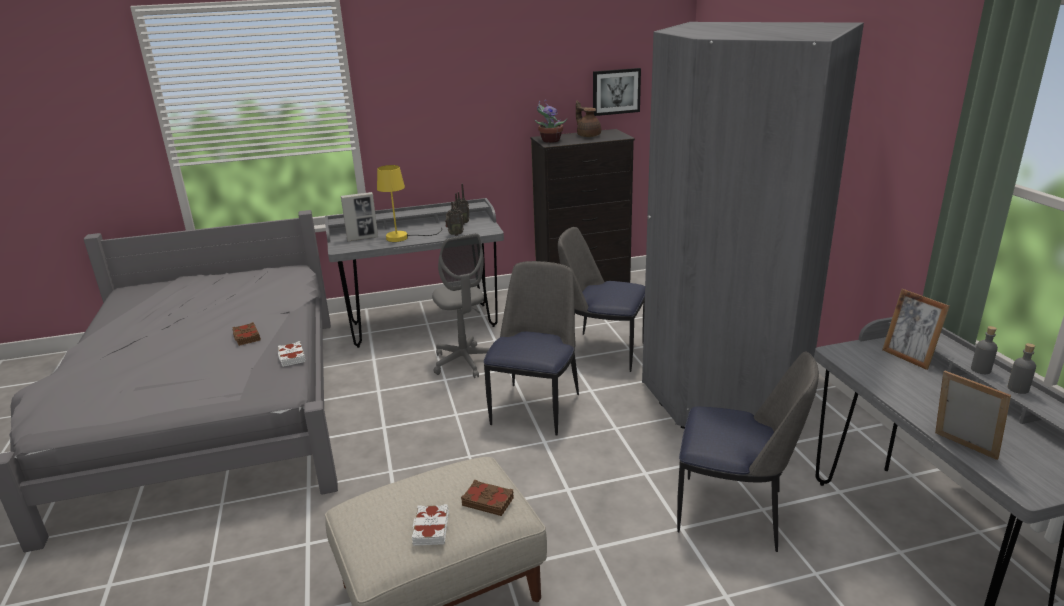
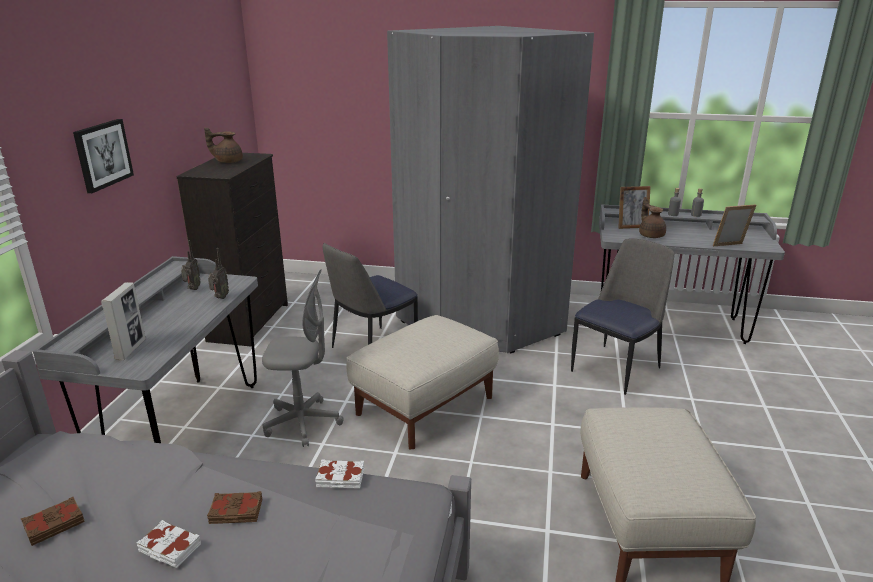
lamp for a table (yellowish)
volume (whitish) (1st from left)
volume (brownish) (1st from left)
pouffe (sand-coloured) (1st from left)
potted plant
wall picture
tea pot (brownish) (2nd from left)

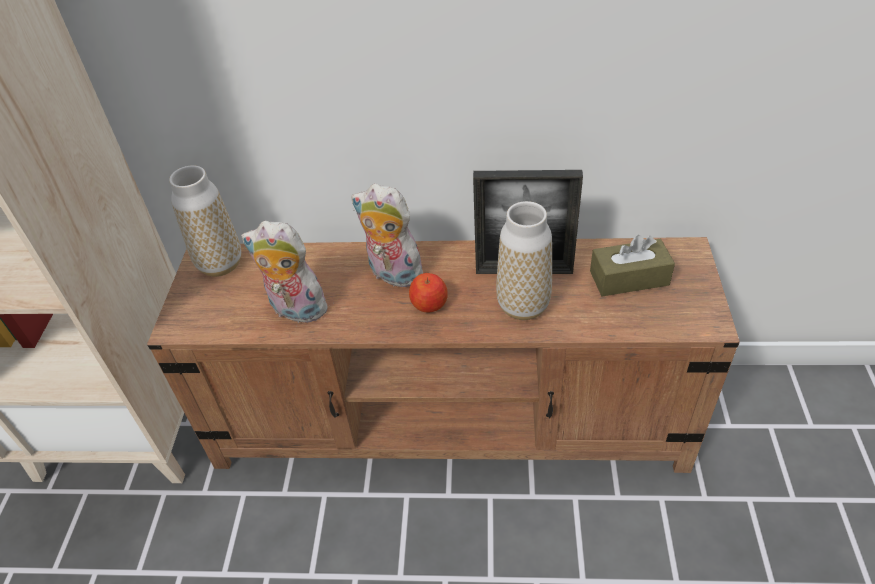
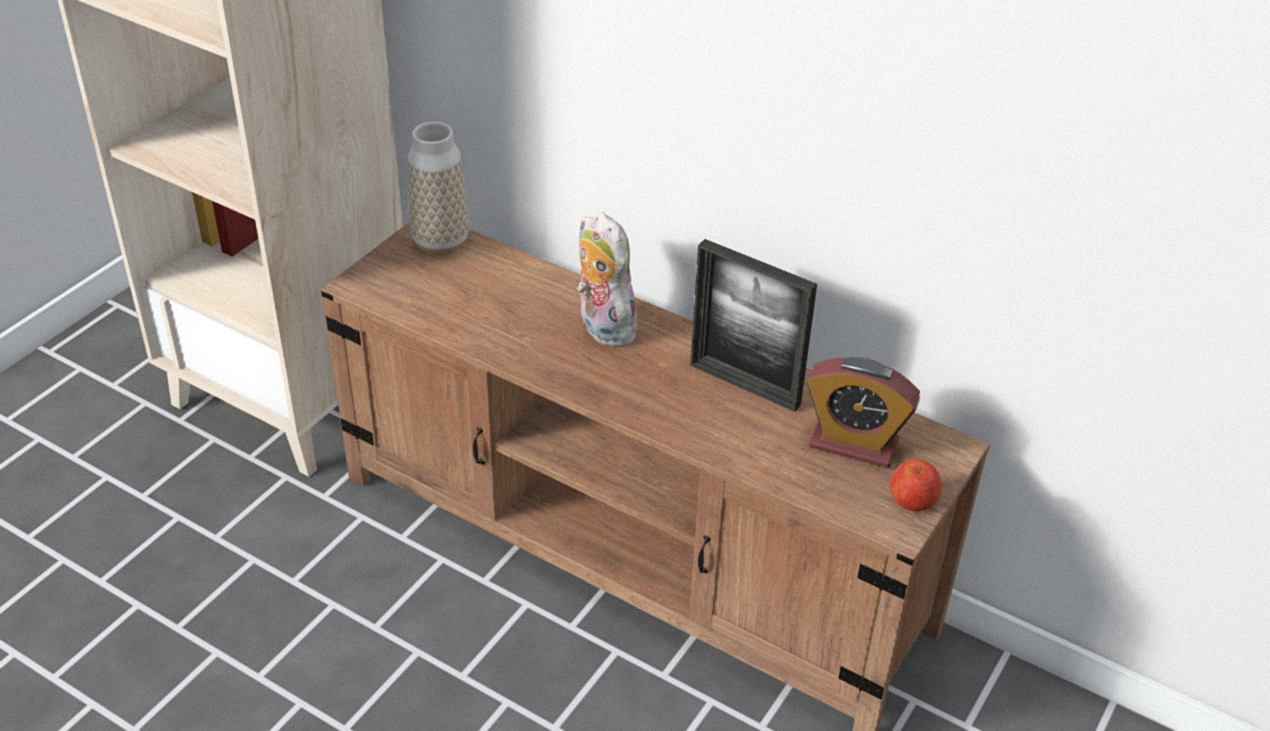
plush toy (1st from left in the first image)
apple fruit
vase (2nd from left in the first image)
table clock

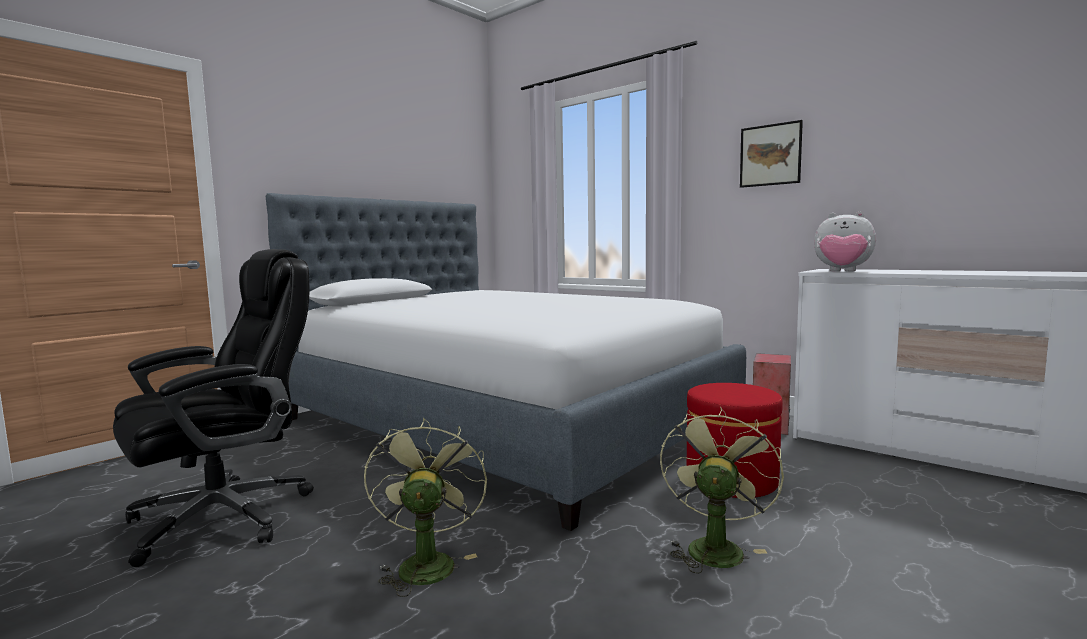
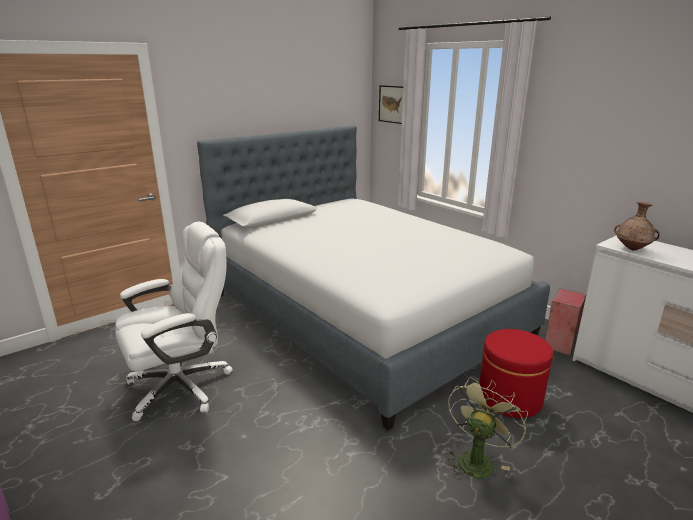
computer chair (whitish)
fan (greenish) (1st from left in the first image)
wall picture
vase (brownish)

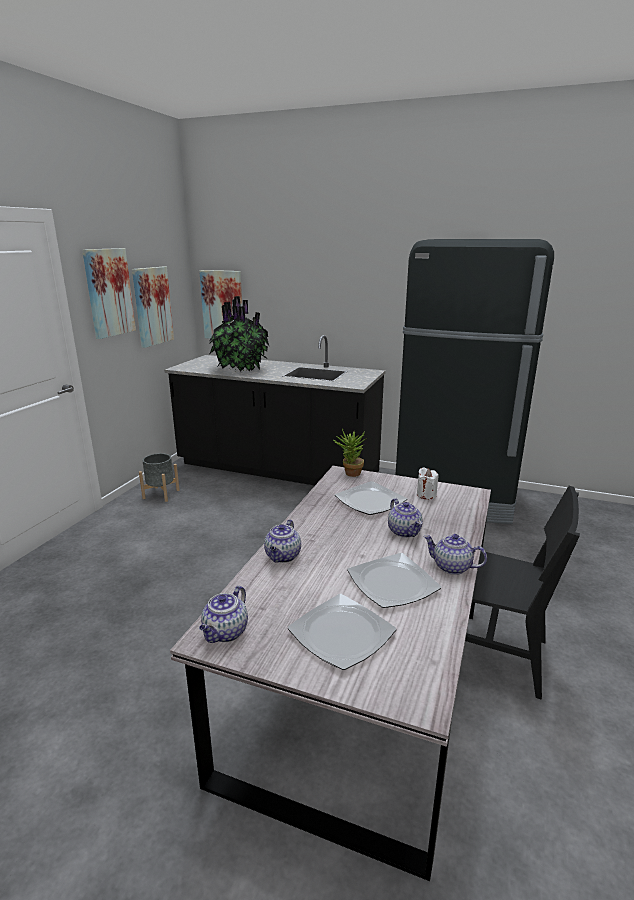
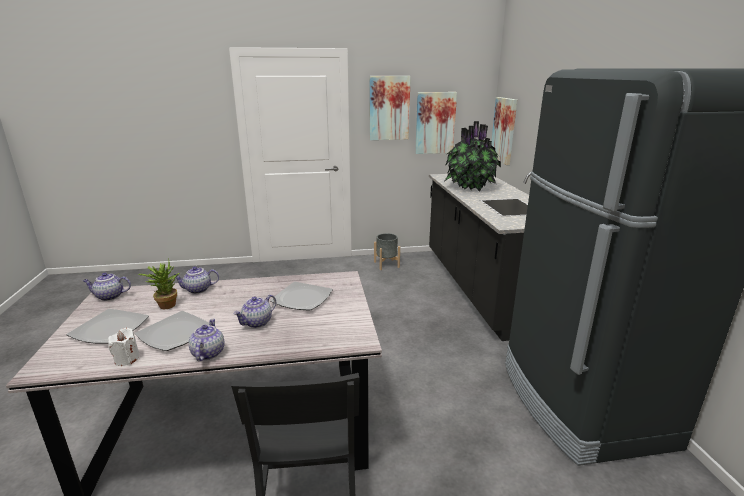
potted plant (1st from left)
wax candle (whitish)

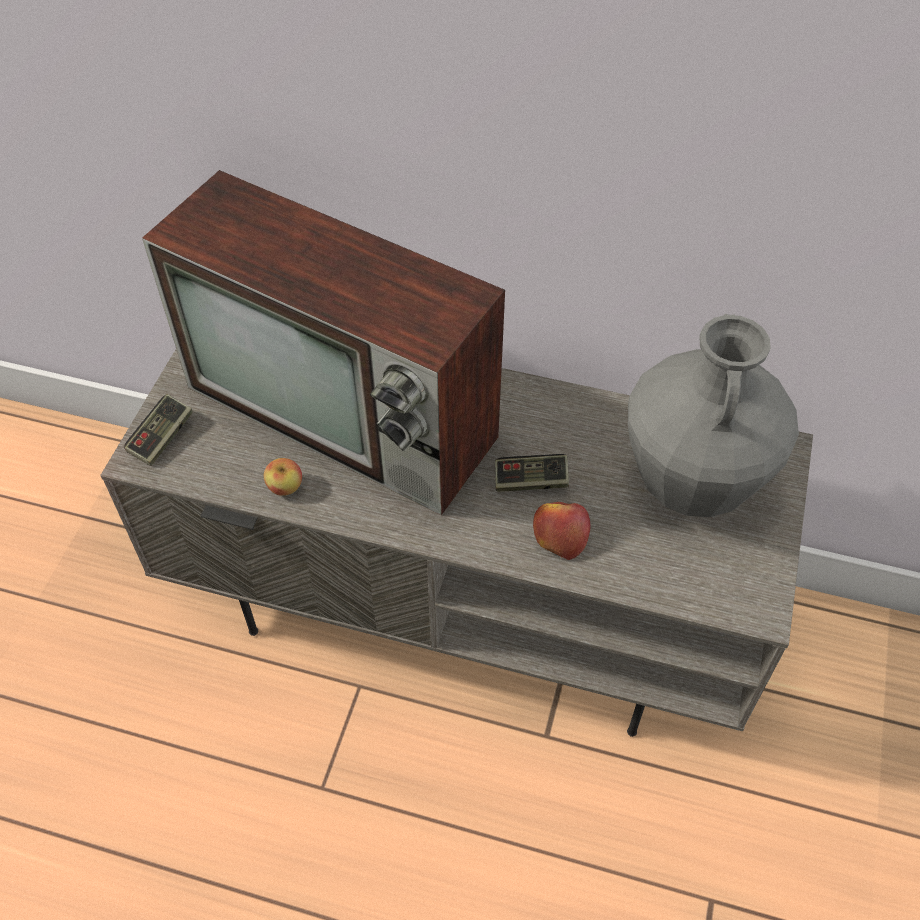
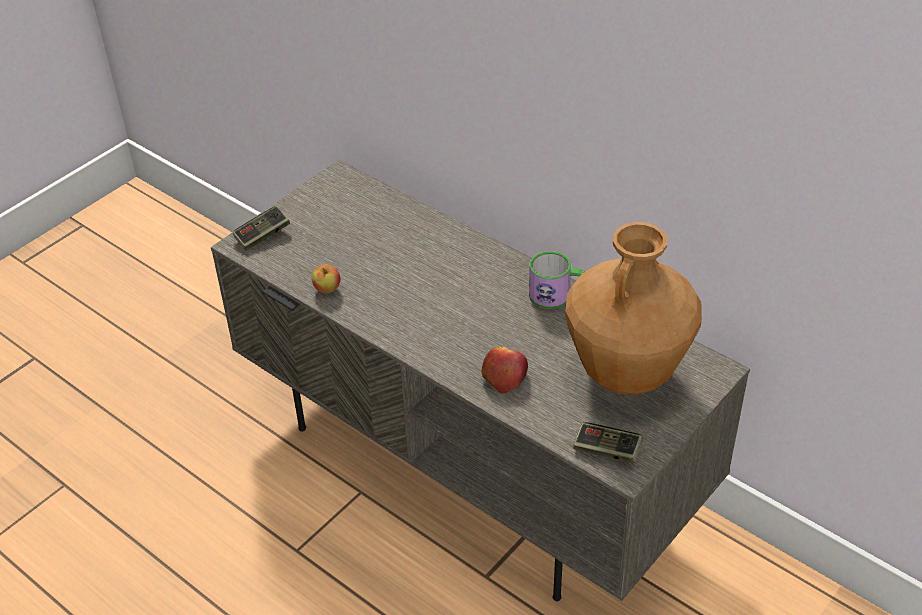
television
gamepad (2nd from left)
vase (brownish)
coffee mug

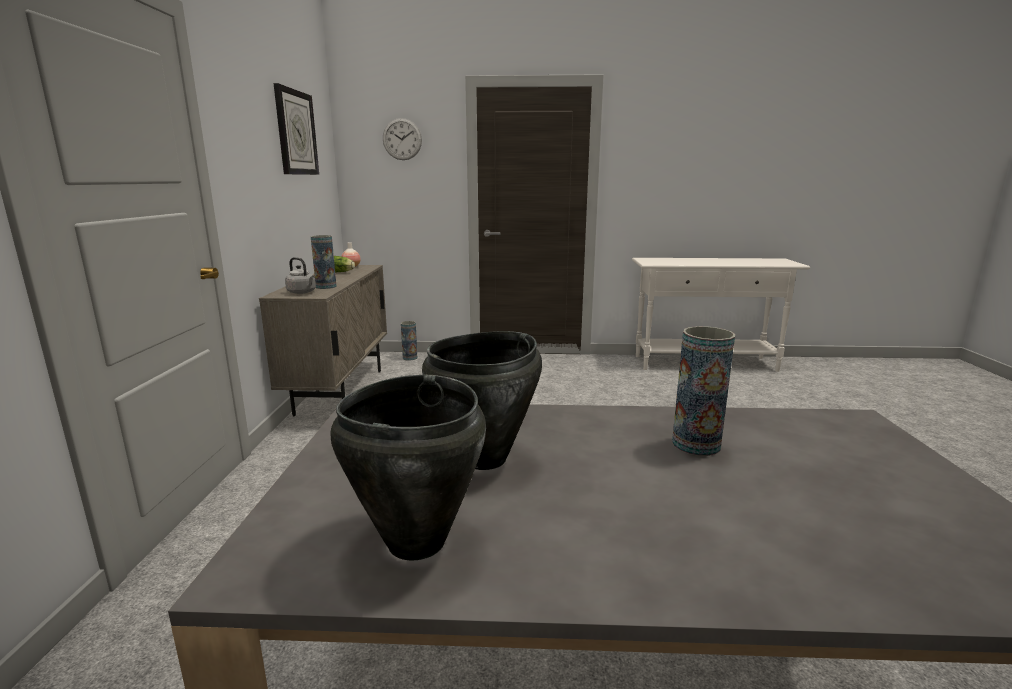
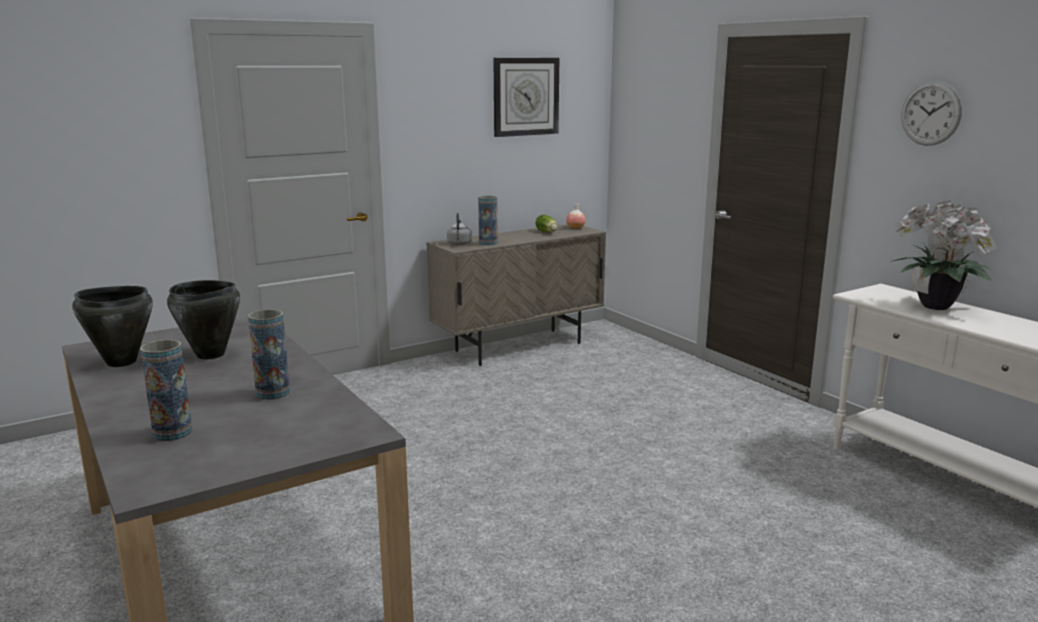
wall clock (2nd from left)
vase (1st from left)
potted plant

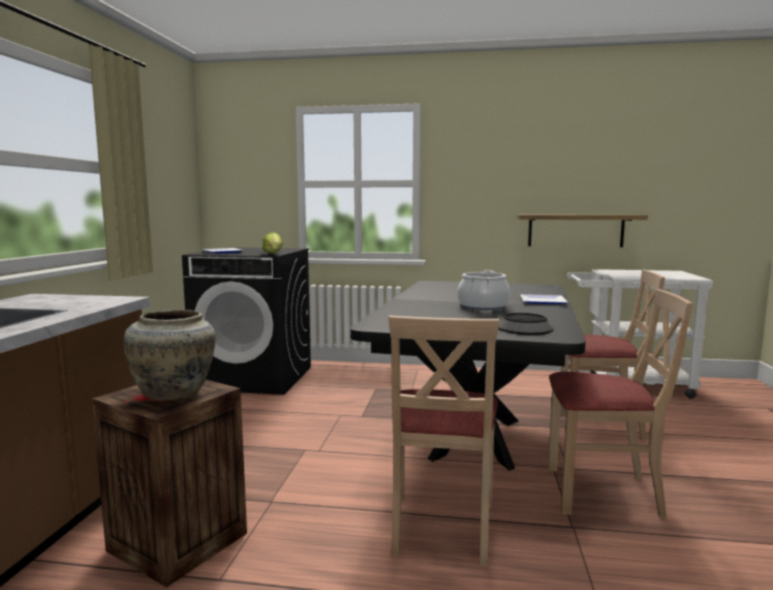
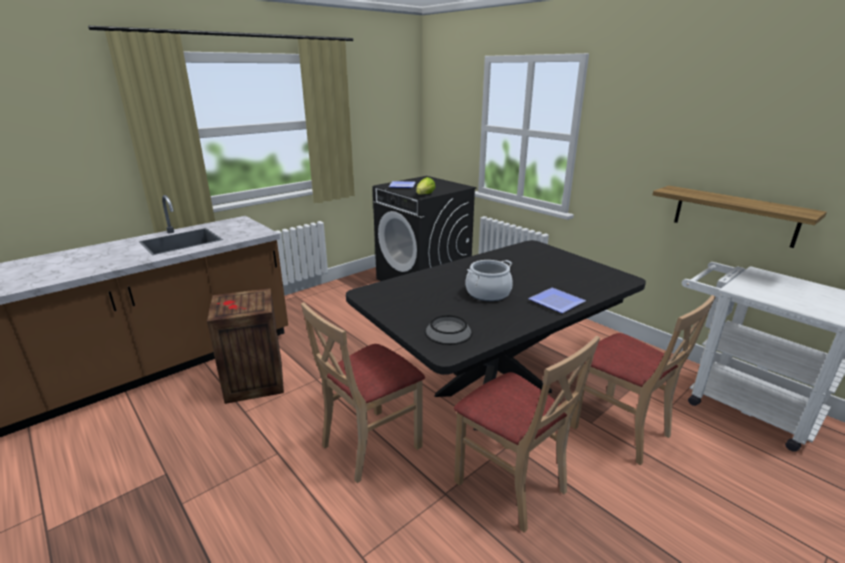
vase (sand-coloured)

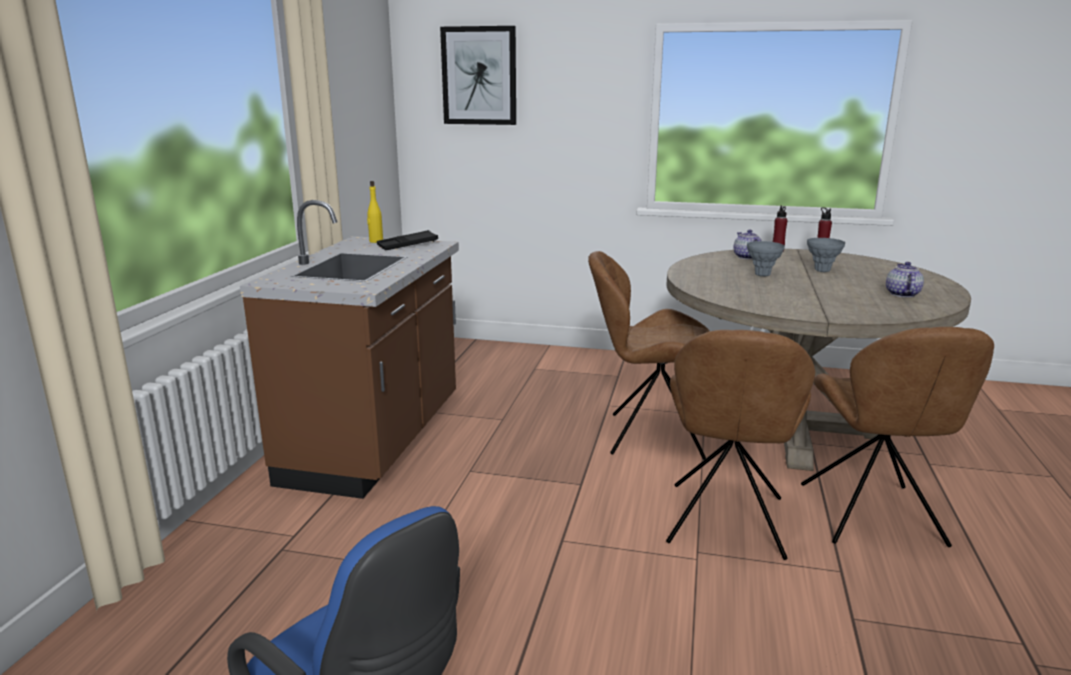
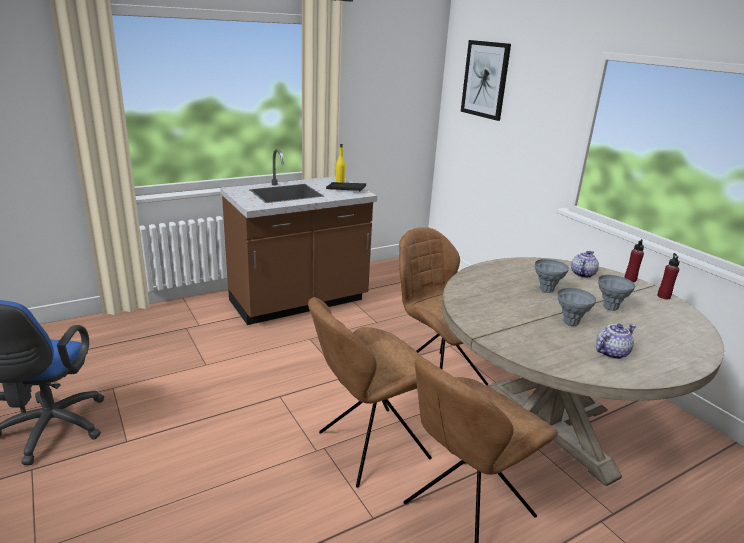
vase (gray) (2nd from left)

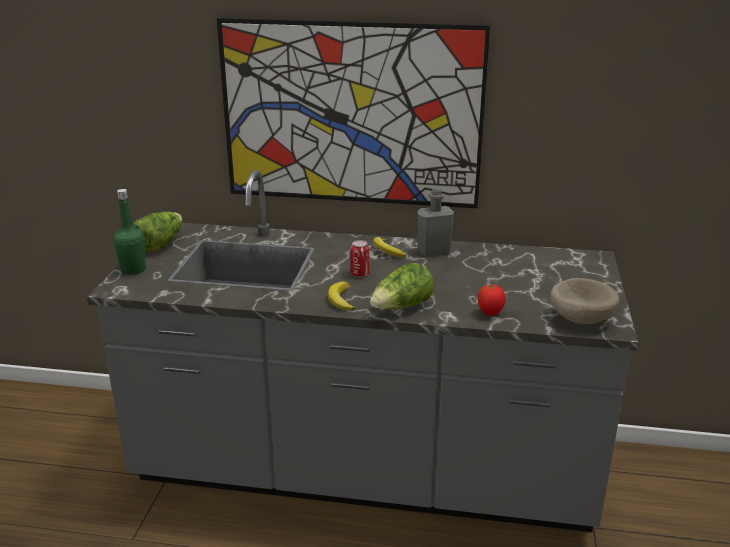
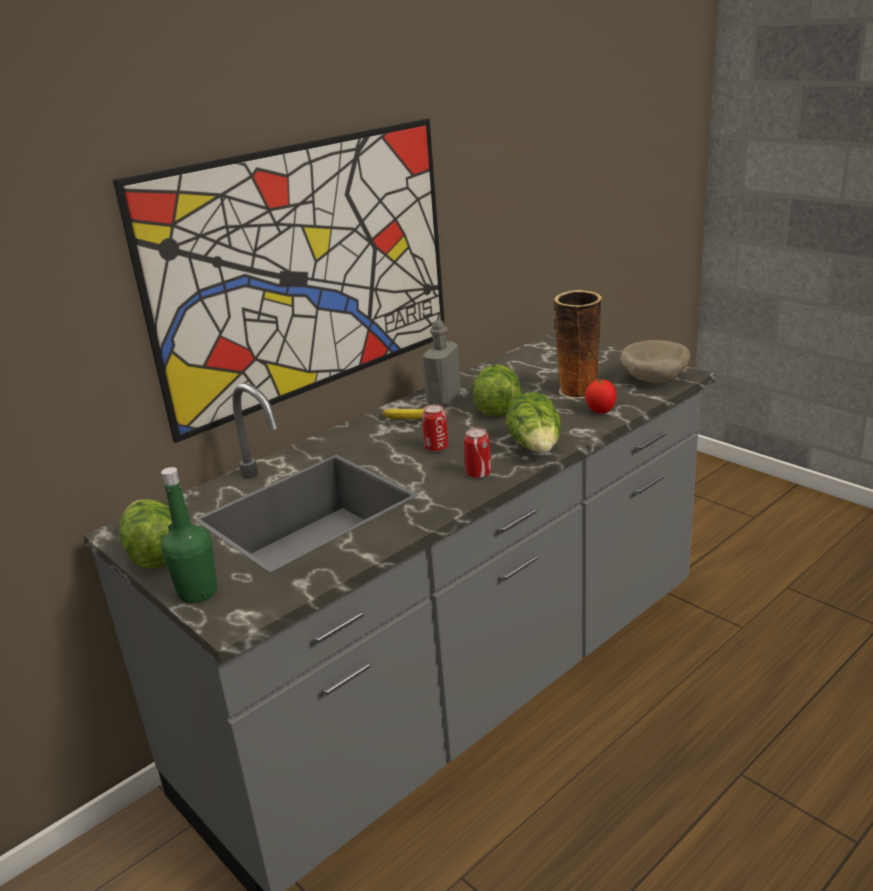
can (2nd from left)
head of lettuce (2nd from left)
vase

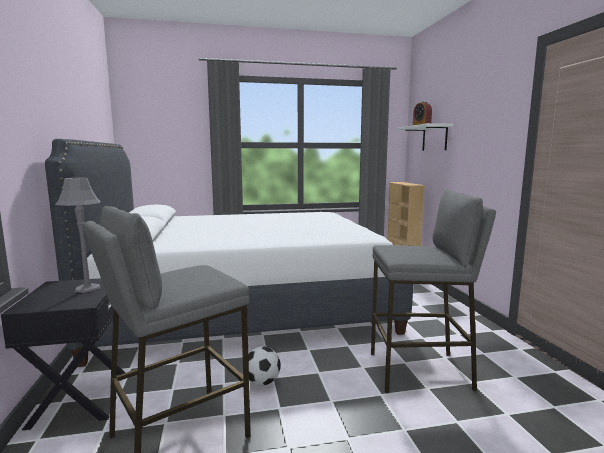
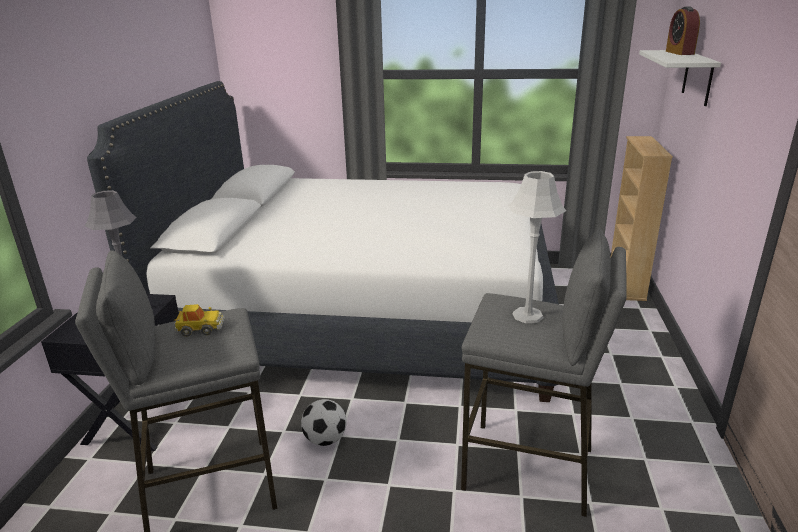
miniature car
lamp for a table (gray) (2nd from left)

